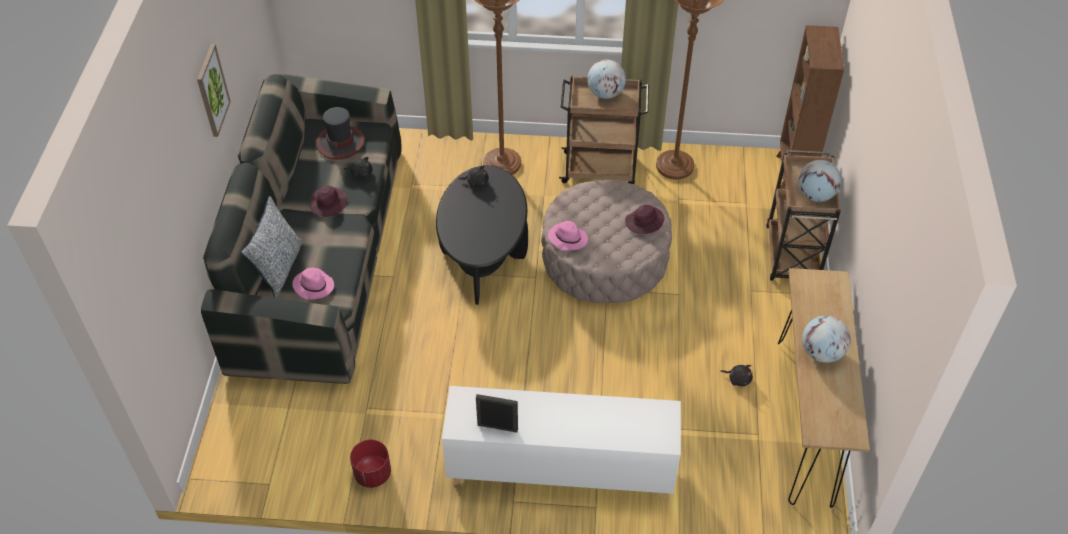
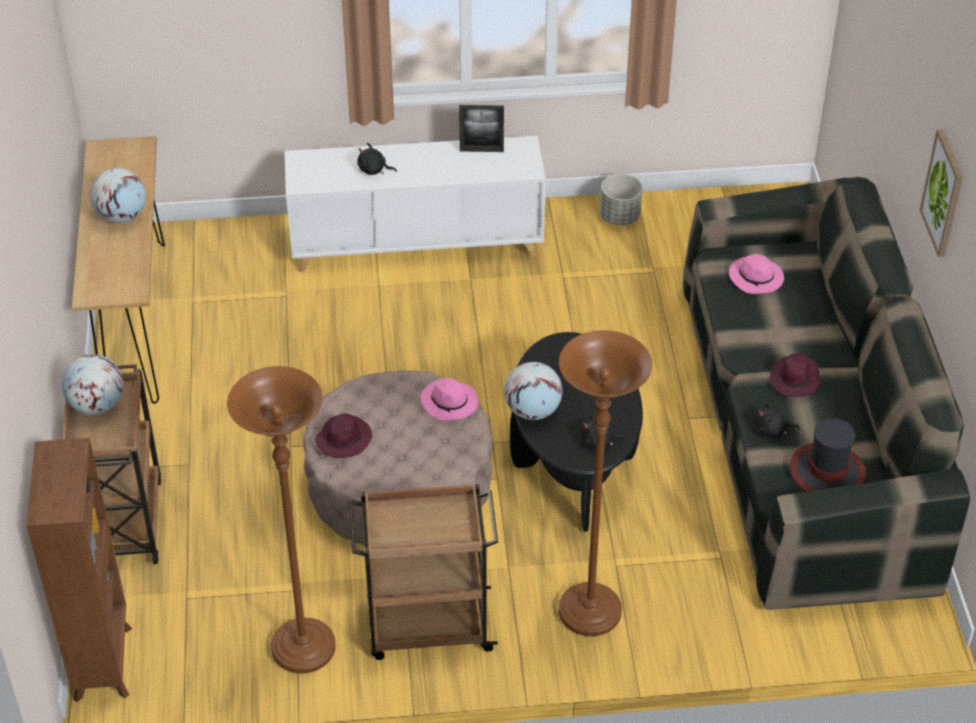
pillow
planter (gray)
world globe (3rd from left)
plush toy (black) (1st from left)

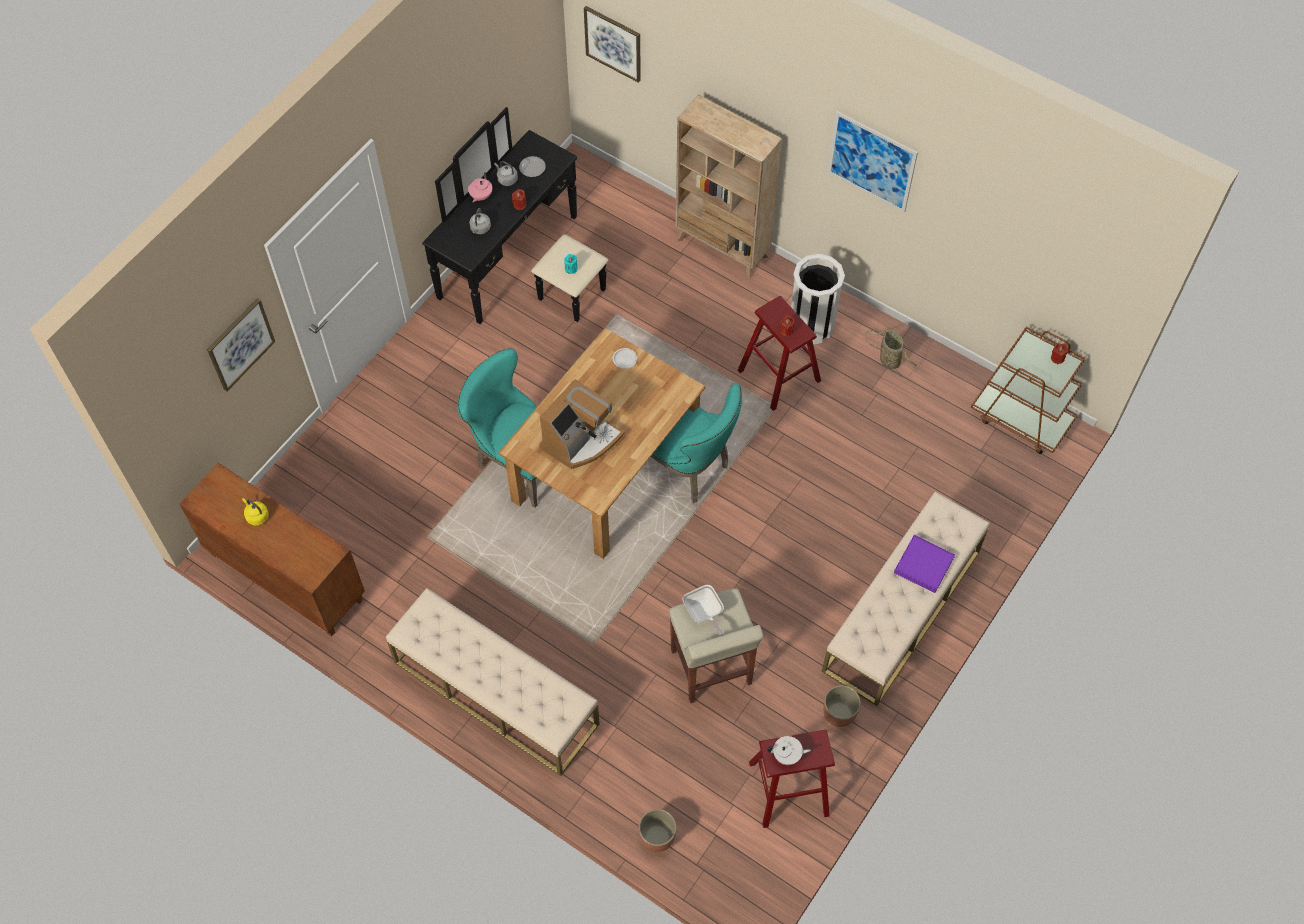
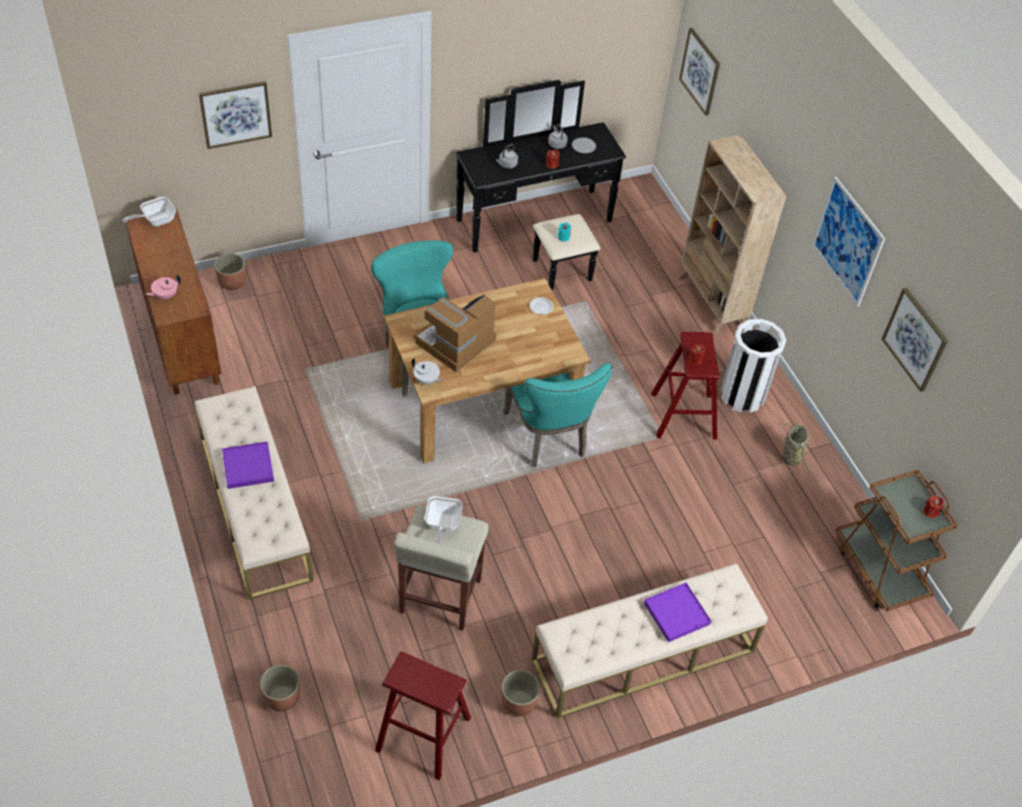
kettle (yellowish)
tea pot (pink)
coffee machine
tea pot (whitish)
pan (1st from left)
planter (1st from left)
serving tray (purple) (1st from left)
wall picture (4th from left)

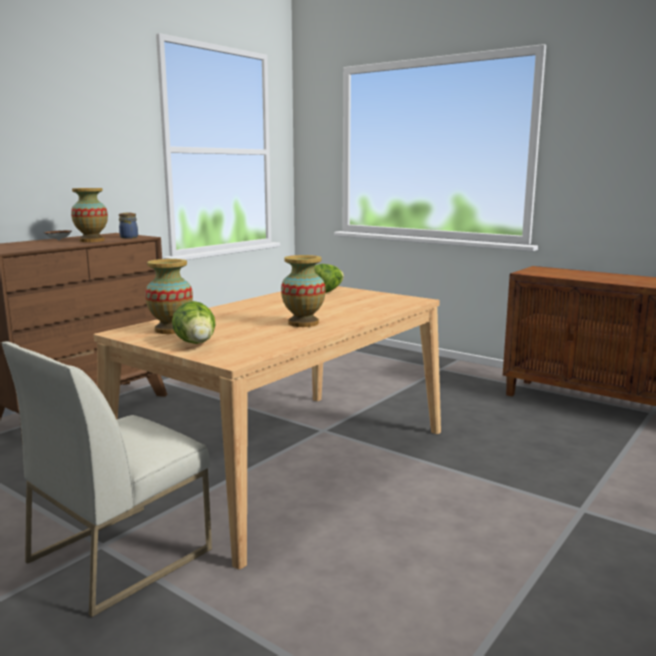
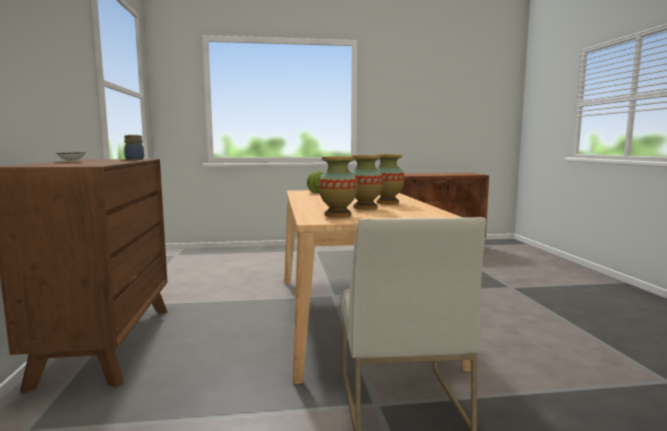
vase (2nd from left)
head of lettuce (1st from left in the first image)

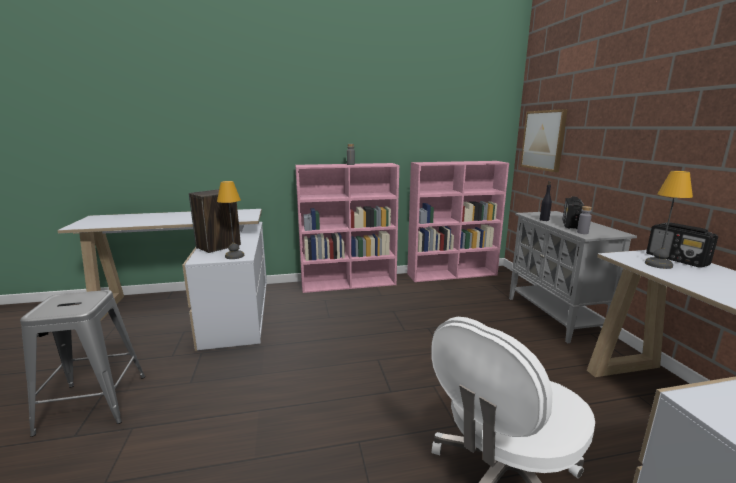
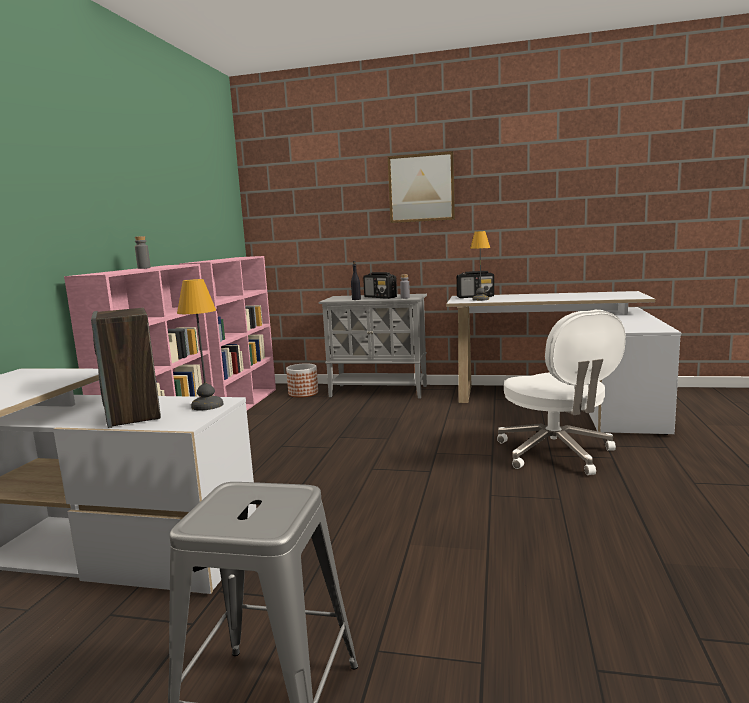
wall picture
planter

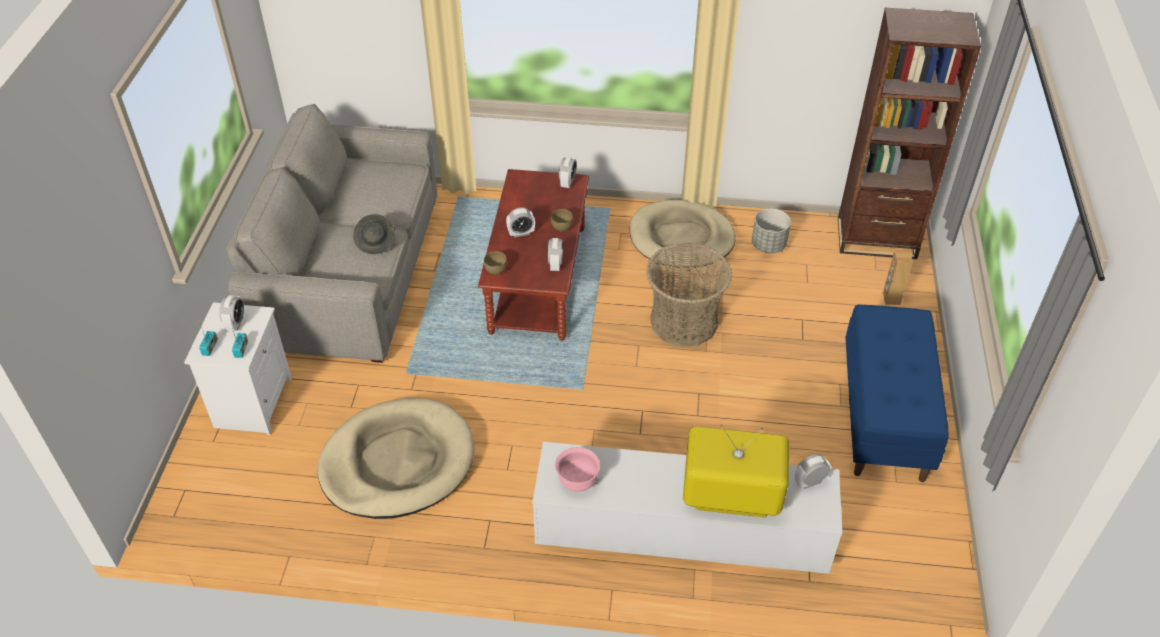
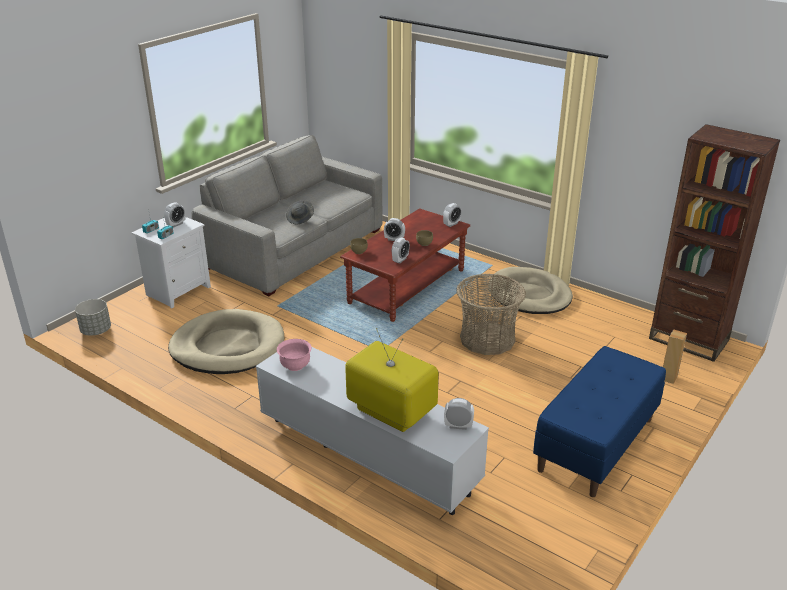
planter (gray)

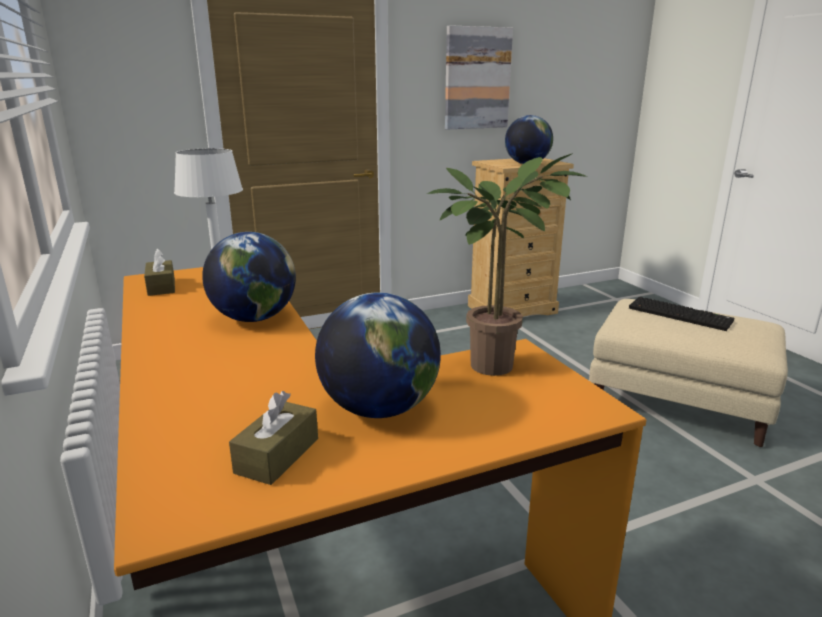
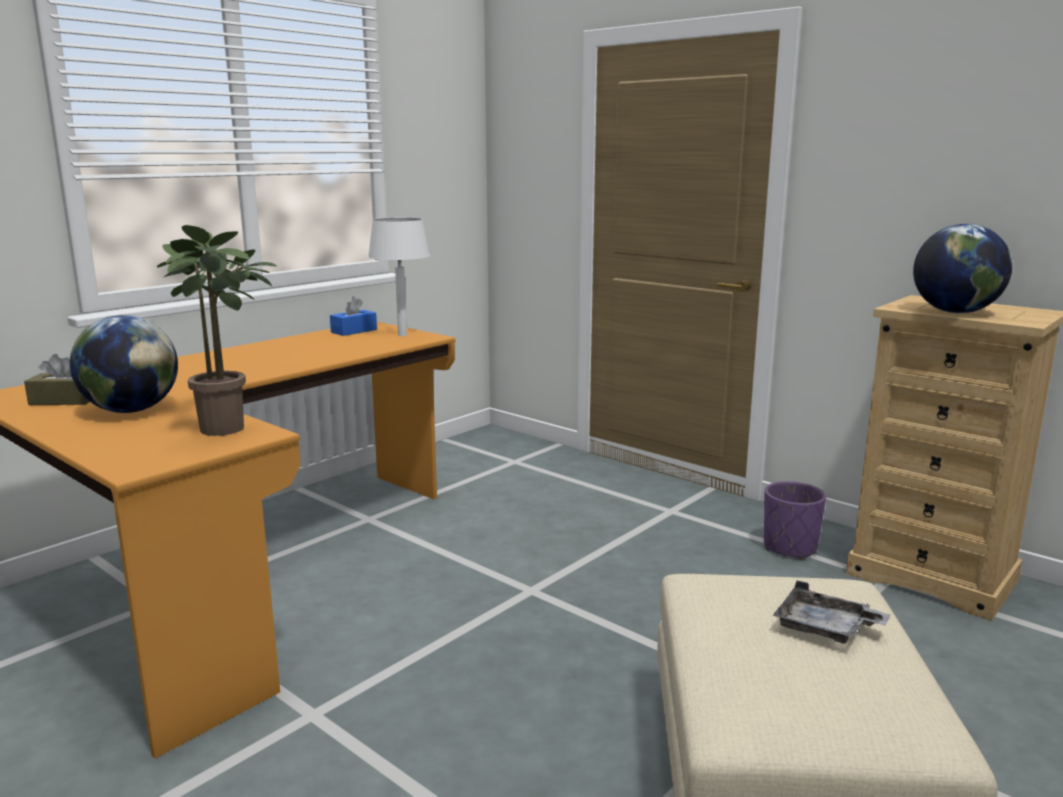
tissue box (bluish)
world globe (1st from left in the first image)
wall picture
serving tray (gray)
planter (purple)

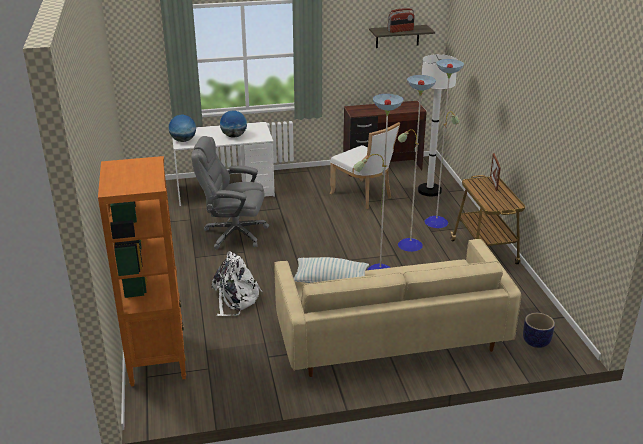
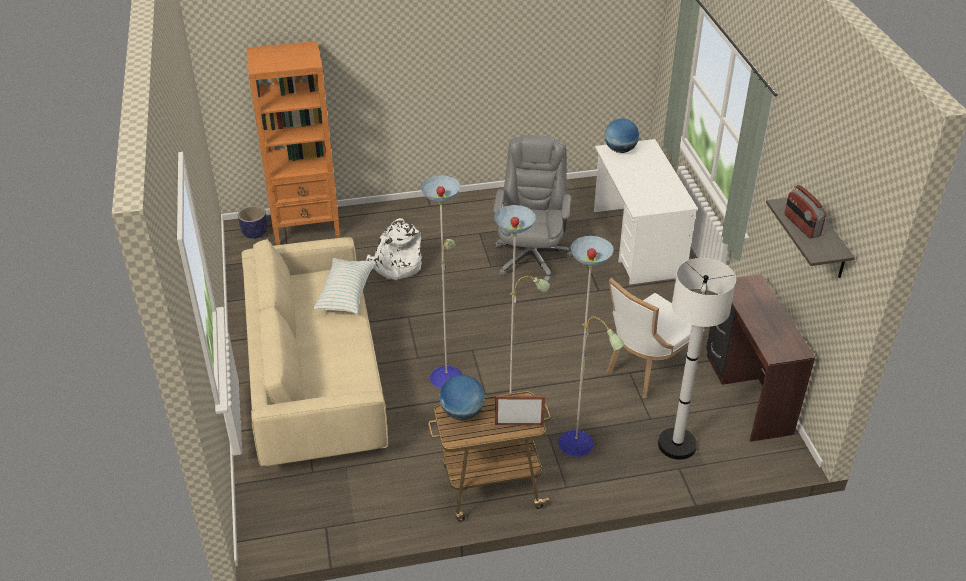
world globe (1st from left)
planter

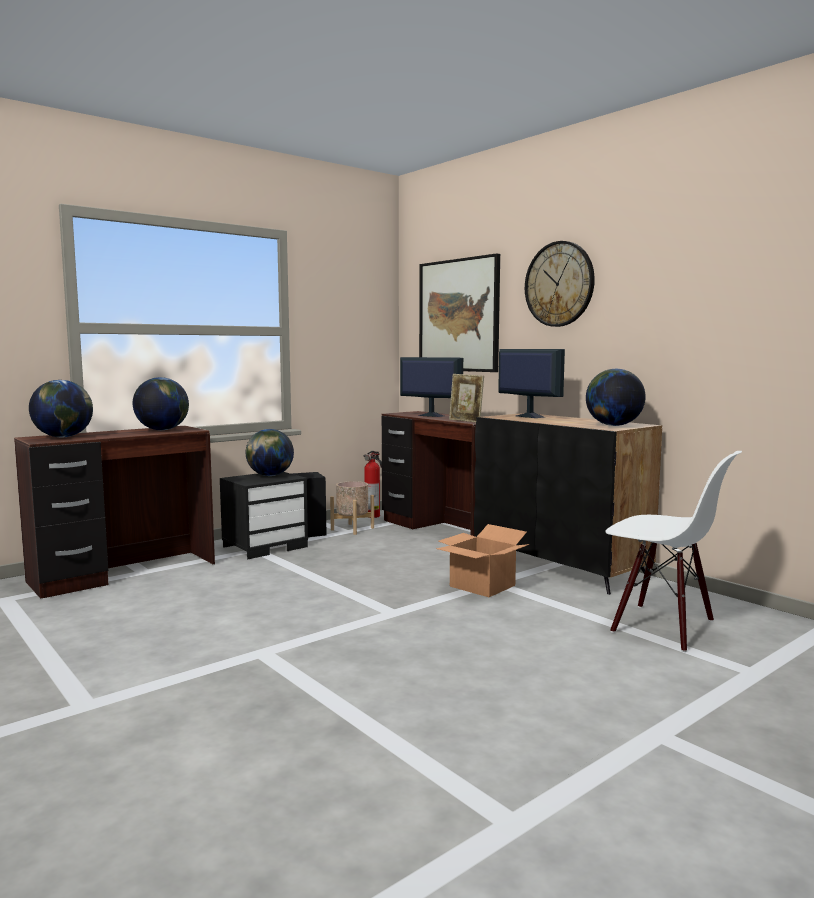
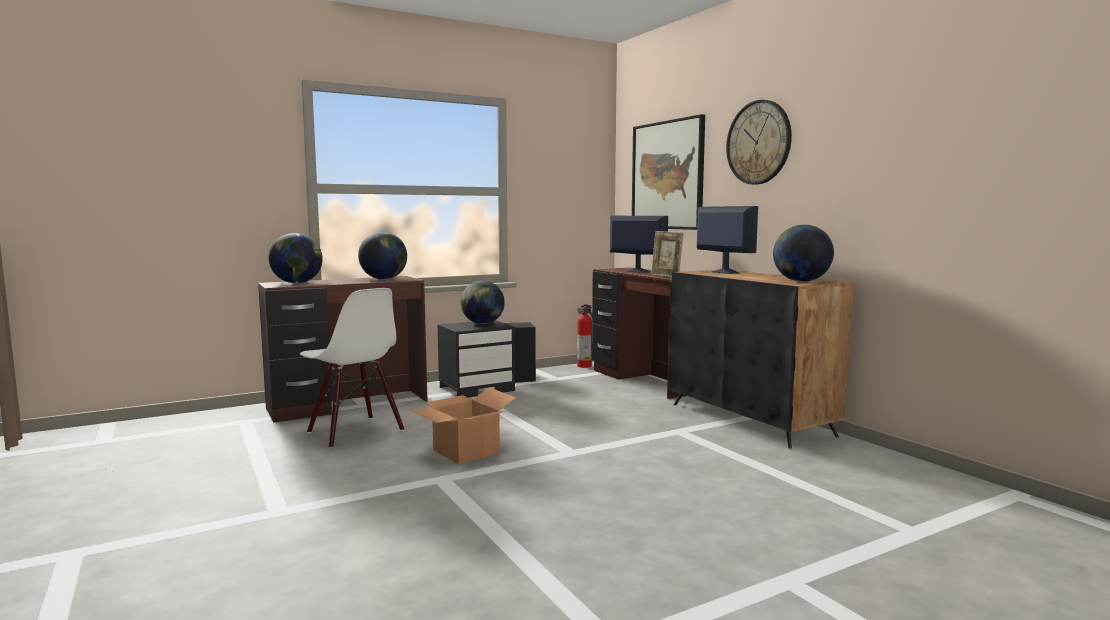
planter (sand-coloured)
cardboard box
chair (whitish)

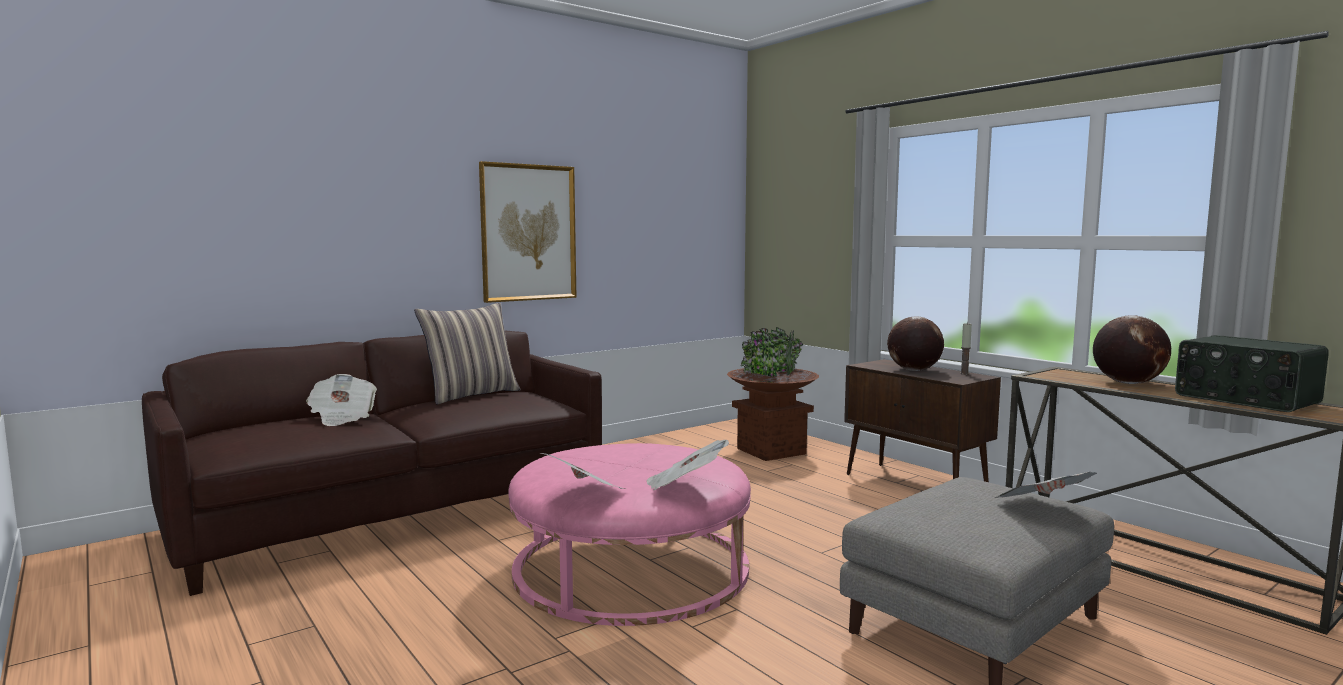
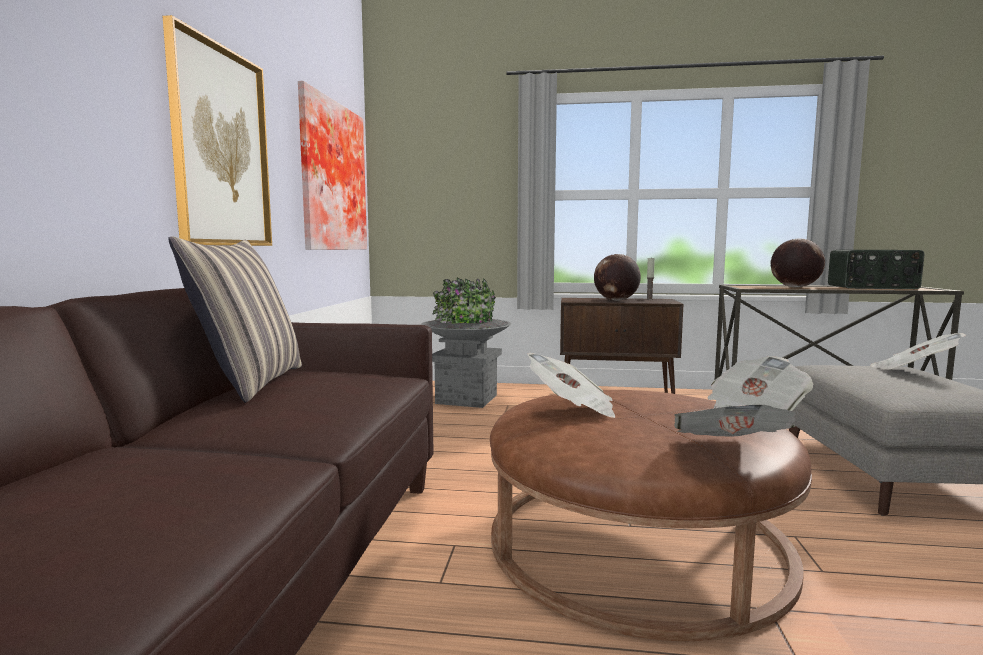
daily paper (1st from left)
pouffe (brownish)
planter (gray)
wall picture (2nd from left)

